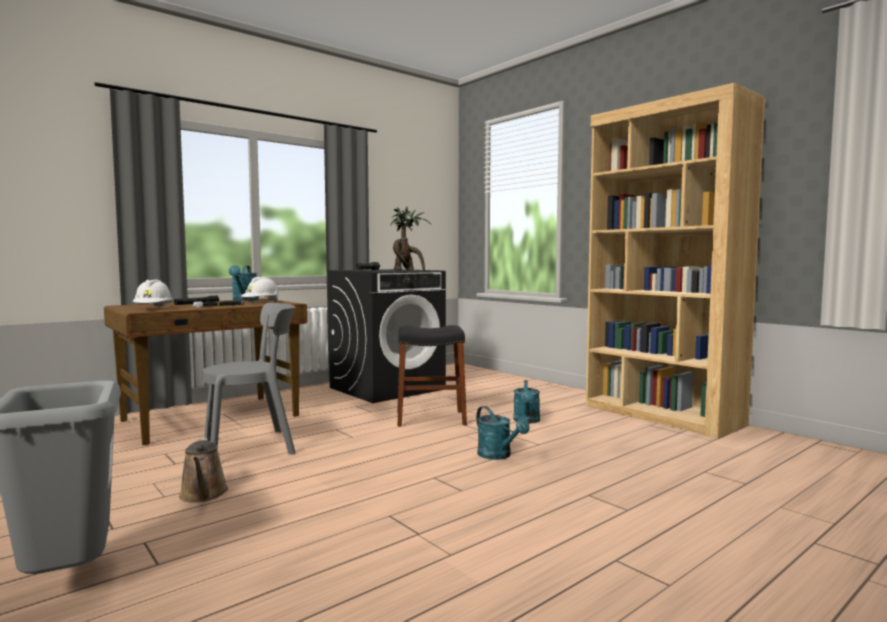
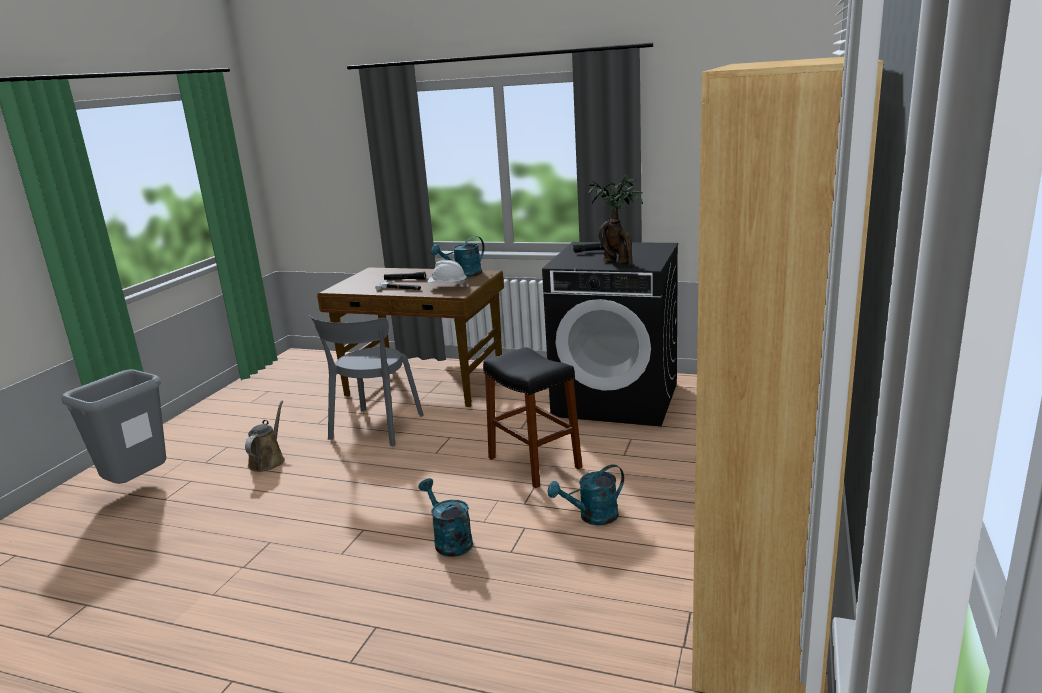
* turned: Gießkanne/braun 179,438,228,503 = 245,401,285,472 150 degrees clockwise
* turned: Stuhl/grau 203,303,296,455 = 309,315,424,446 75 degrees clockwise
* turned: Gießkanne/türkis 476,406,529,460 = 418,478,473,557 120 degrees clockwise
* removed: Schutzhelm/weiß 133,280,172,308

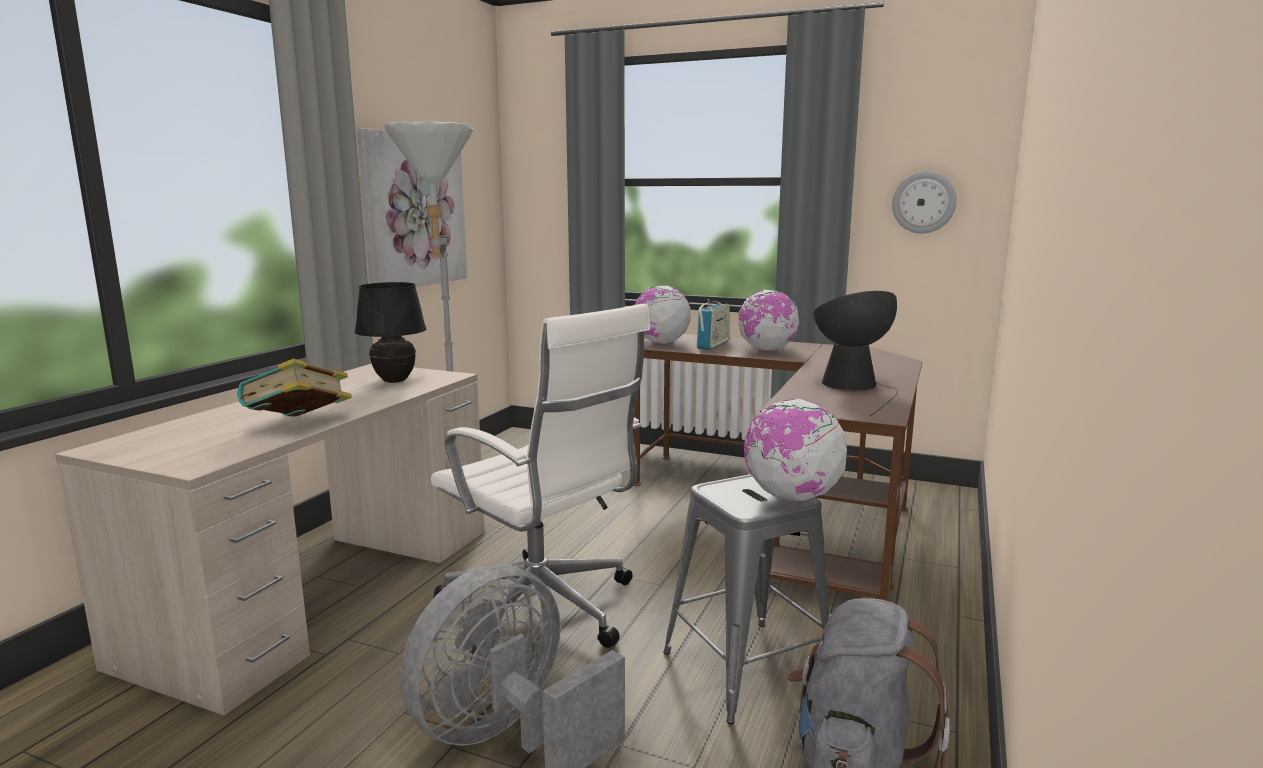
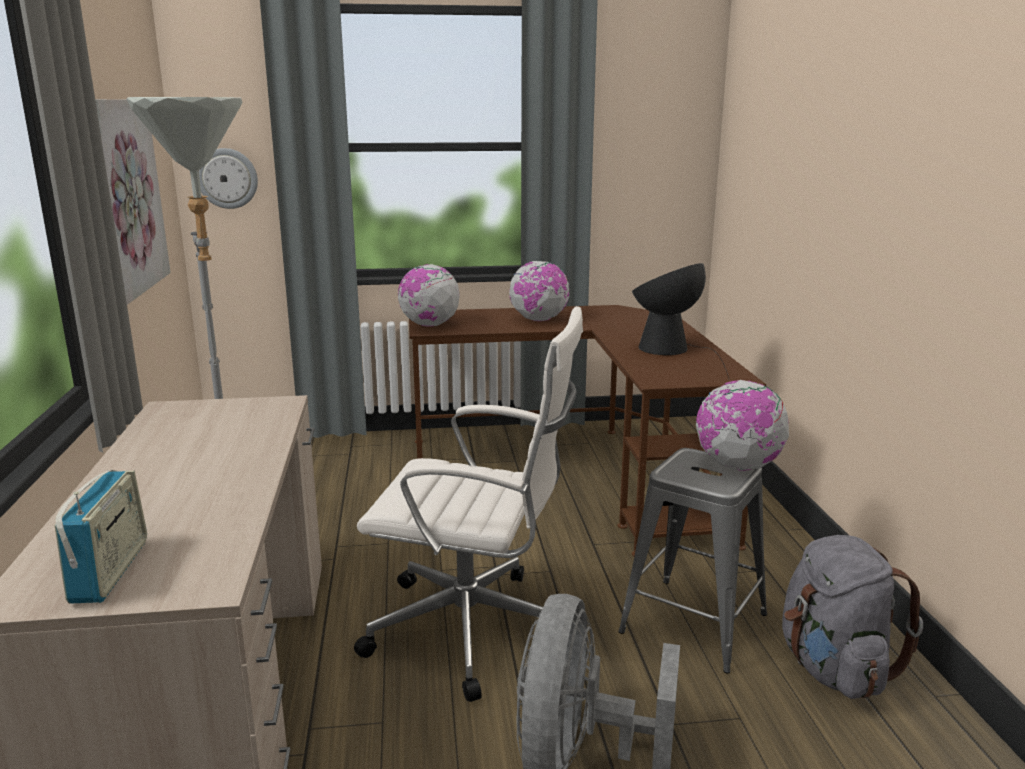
* moved: Radio 697,299,730,350 to 55,470,147,604
* moved: Wanduhr 892,171,957,233 to 199,148,258,209
* removed: Buch 238,358,352,417
* removed: Tischlampe/schwarz 355,282,426,383

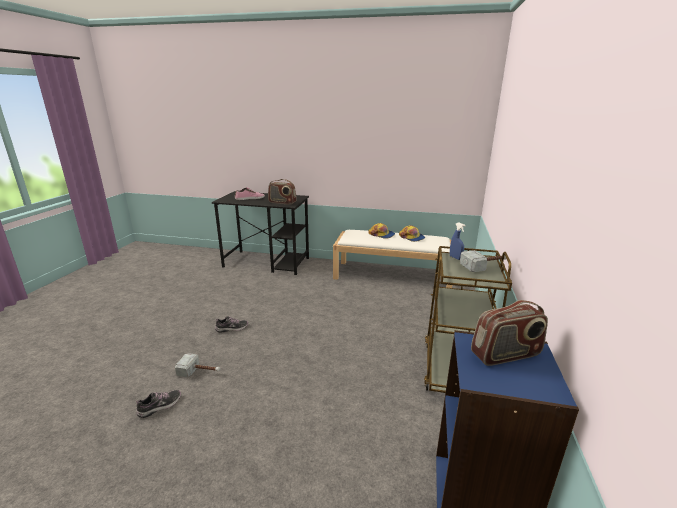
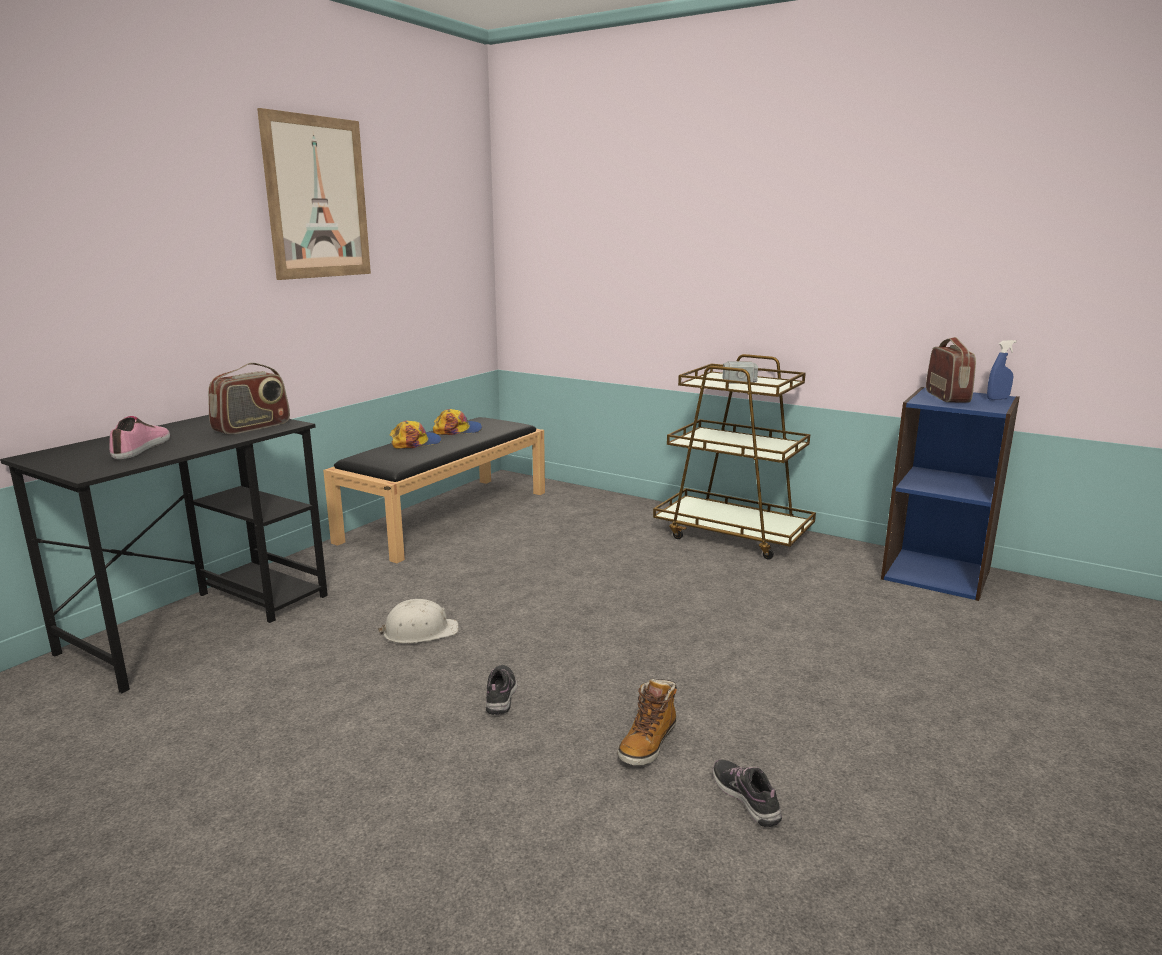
* added: Bild 257,108,371,280
* recoloured: Bank/weiß 333,230,452,288 to Bank/schwarz 323,417,545,563
* added: Schutzhelm/weiß 378,599,459,643
* replaced: Hammer 175,353,220,377 to Stiefel 618,679,677,766
* moved: Sprühflasche/blau 450,222,466,260 to 987,340,1017,400

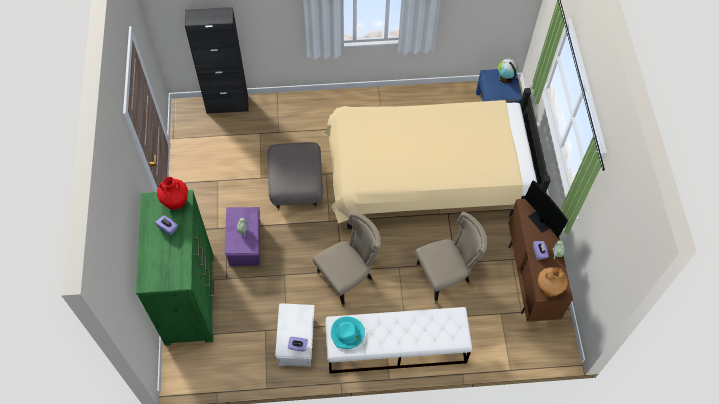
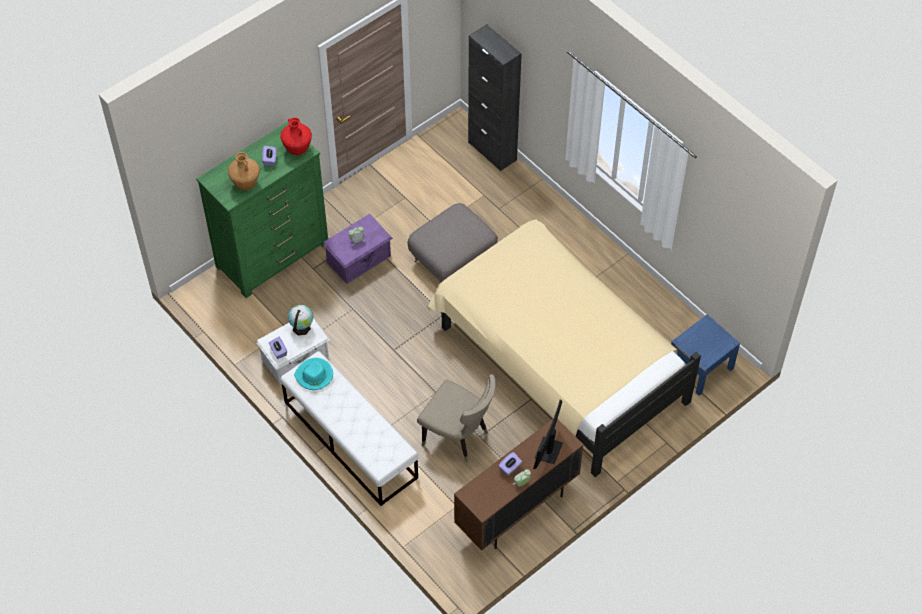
* moved: Vase/braun 538,267,568,297 to 228,152,260,190
* moved: Globus 498,59,518,84 to 288,305,313,336
* removed: Stuhl/beige 313,212,381,308

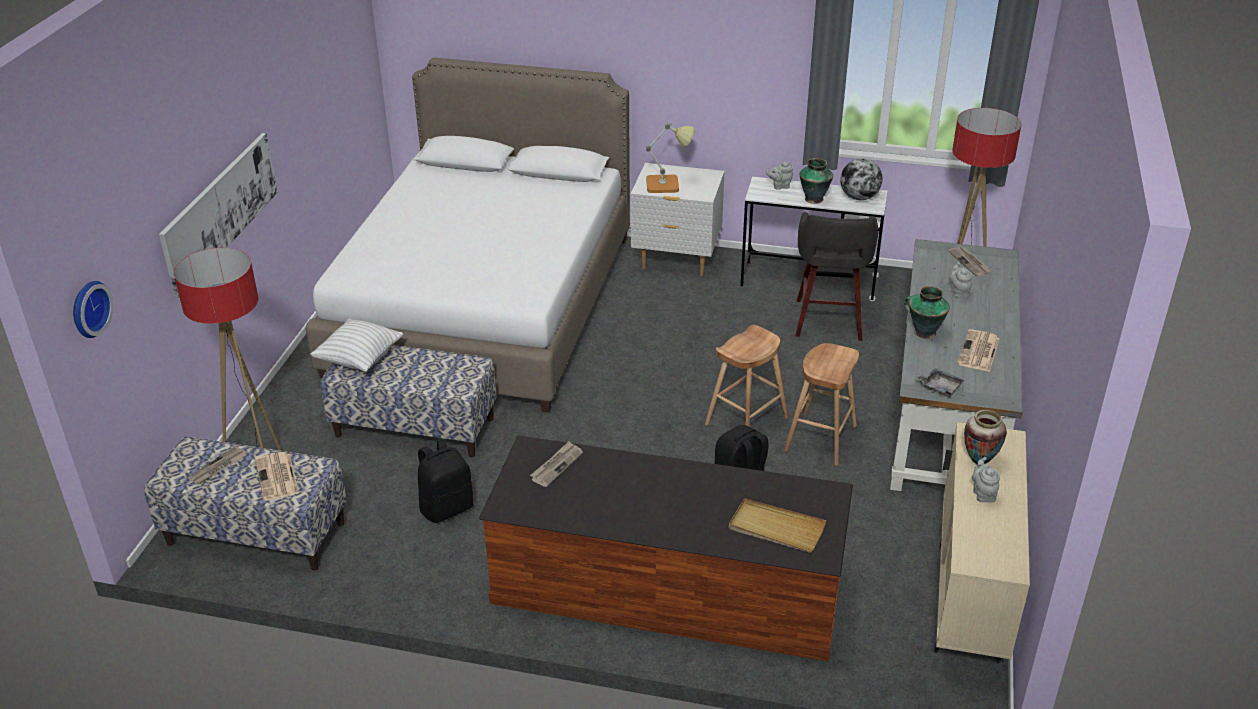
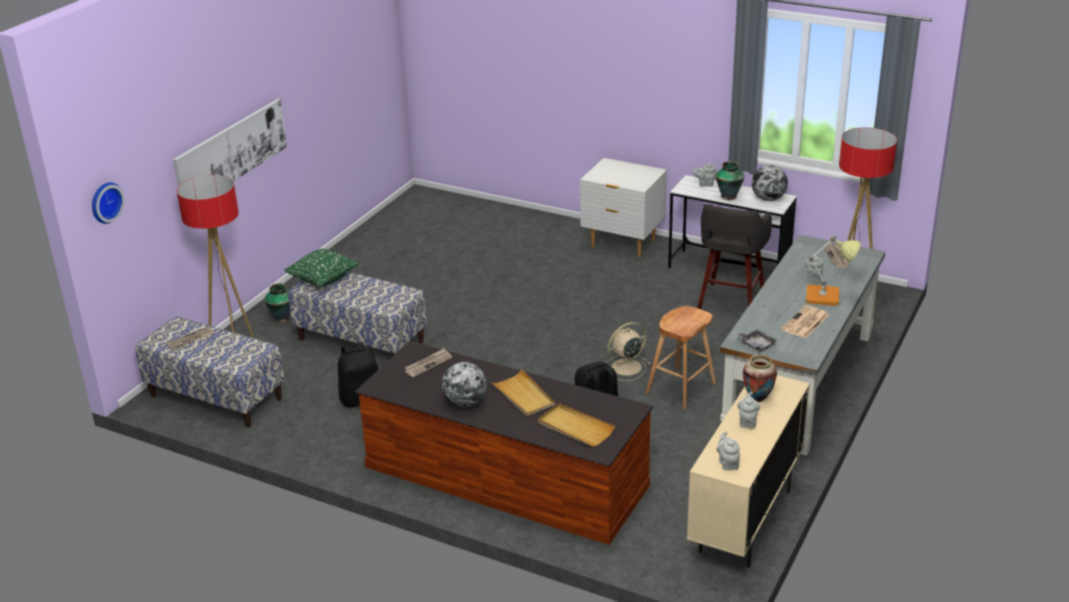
* moved: Vase 904,286,950,339 to 264,283,290,322
* recoloured: Kissen/weiß 310,319,403,372 to Kissen/grün 284,248,359,286
* added: Globus 442,362,487,407
* added: Tablett/beige 490,369,555,417
* replaced: Hocker/braun 705,325,788,426 to Ventilator/beige 605,322,651,381
* added: Teekanne/grau 716,431,740,470
* moved: Tischlampe 646,123,695,193 to 806,236,861,306
* removed: Zeitung 255,452,299,501
* removed: Bett/weiß 305,58,630,413

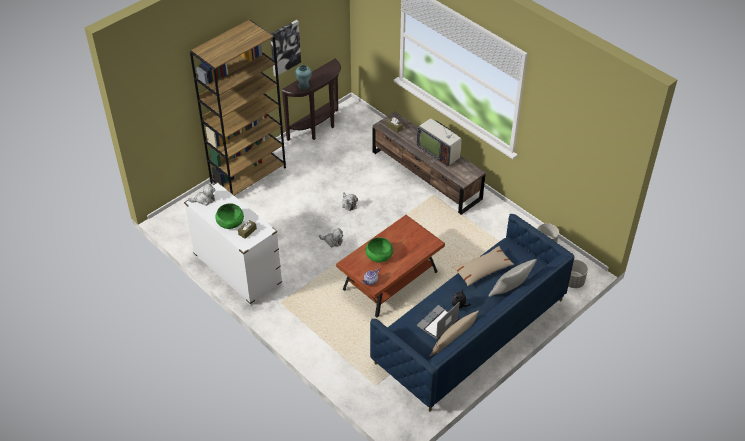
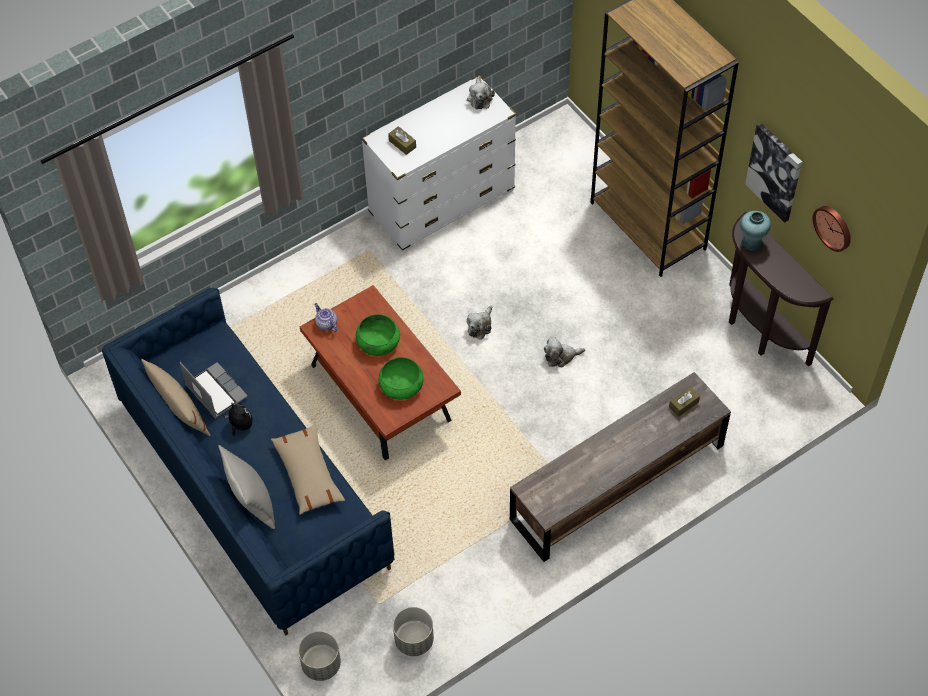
* moved: Schüssel/grün 215,203,244,229 to 379,357,424,400
* added: Wanduhr 813,206,851,252
* removed: Fernseher 417,114,462,167

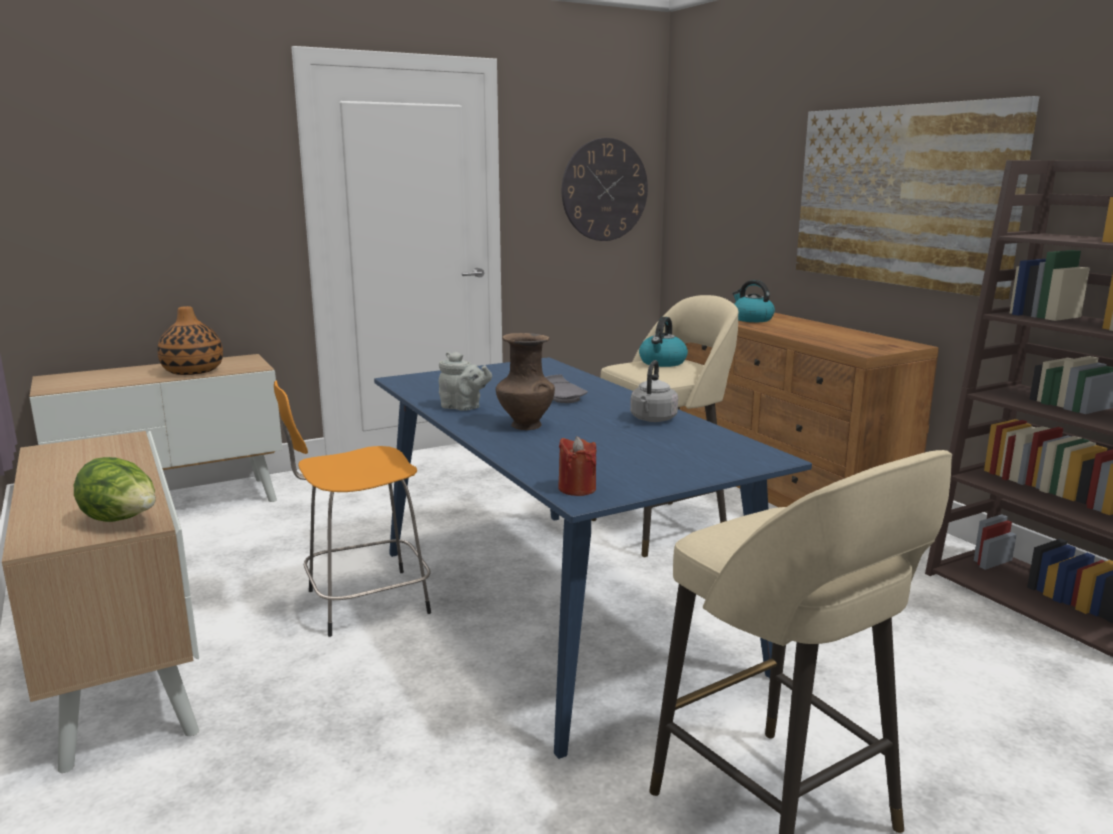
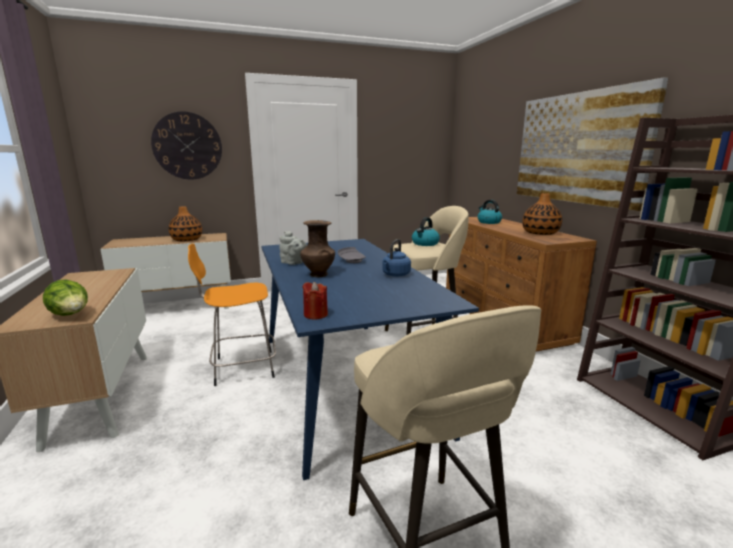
* moved: Wanduhr 562,138,648,241 to 151,111,222,180
* recoloured: Wasserkessel/grau 630,360,678,422 to Wasserkessel/blau 382,239,411,277
* added: Vase 522,193,562,235

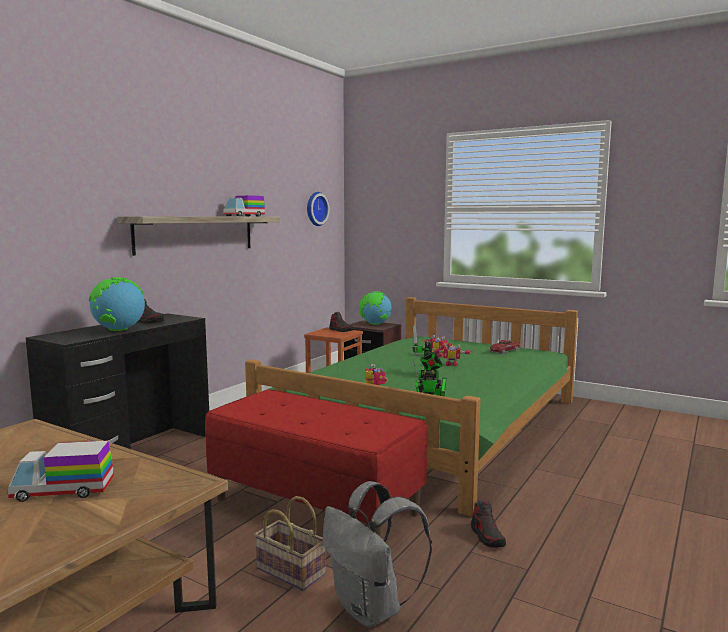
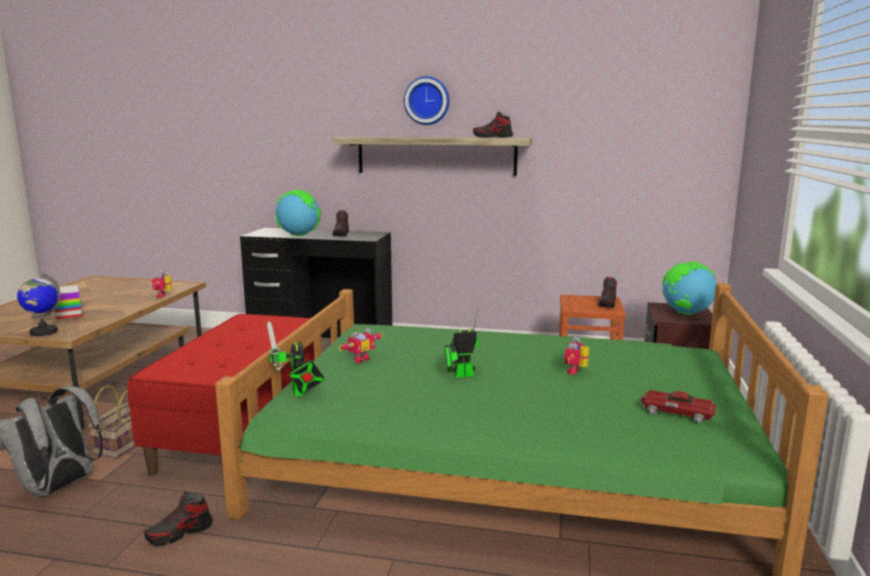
* added: Globus 17,273,61,336
* moved: Spielzeugroboter 432,343,472,366 to 152,270,172,298
* moved: Wanduhr 307,192,330,226 to 404,76,450,125
* replaced: Spielzeuglaster 223,195,265,216 to Schuh 473,112,513,138

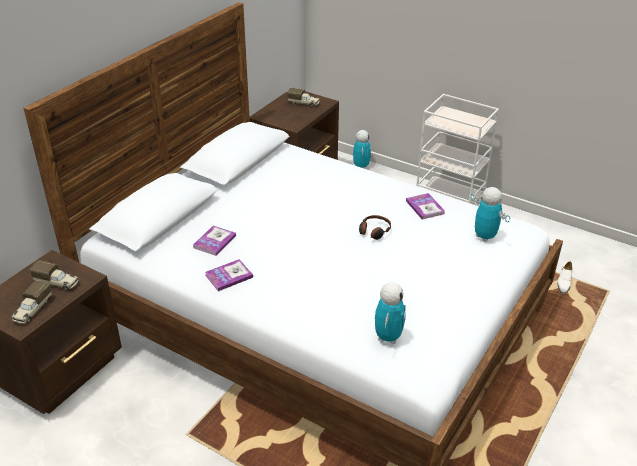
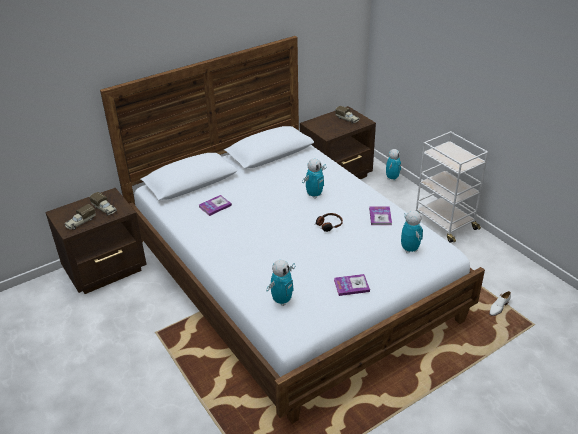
* added: Spielzeugroboter 302,158,326,199
* moved: Buch 205,259,253,291 to 334,274,370,296

